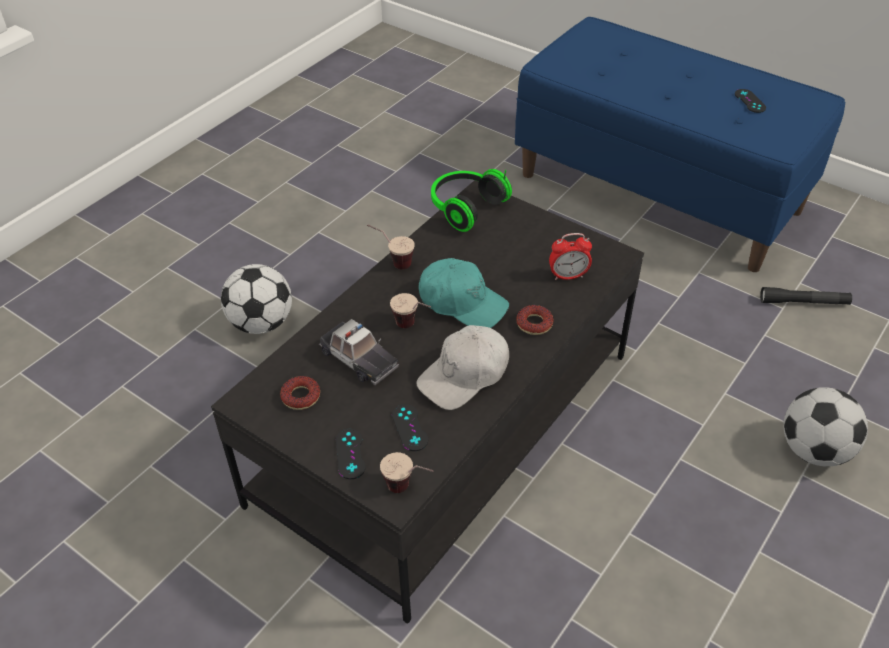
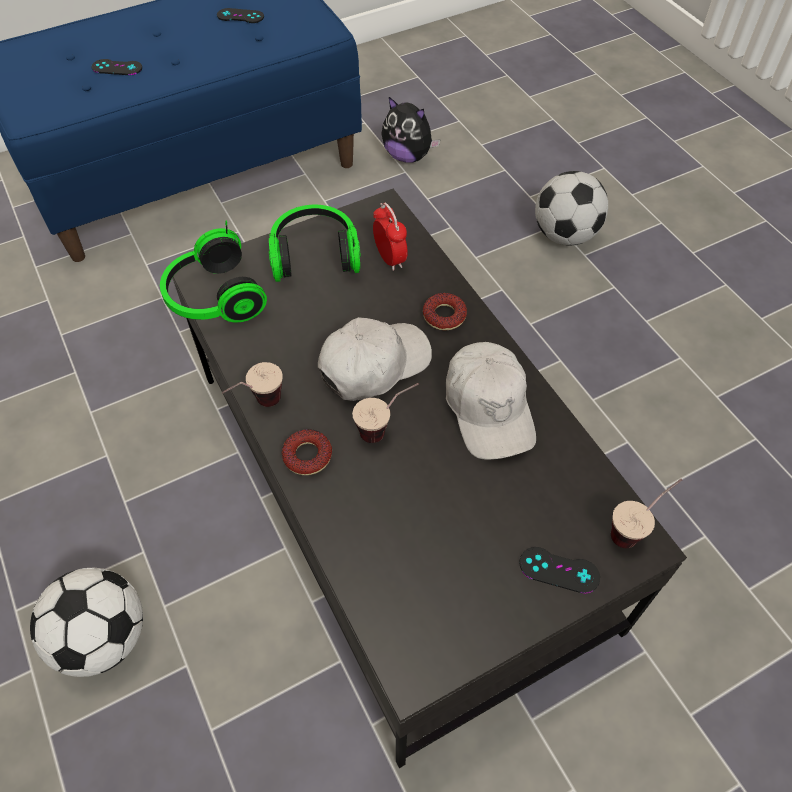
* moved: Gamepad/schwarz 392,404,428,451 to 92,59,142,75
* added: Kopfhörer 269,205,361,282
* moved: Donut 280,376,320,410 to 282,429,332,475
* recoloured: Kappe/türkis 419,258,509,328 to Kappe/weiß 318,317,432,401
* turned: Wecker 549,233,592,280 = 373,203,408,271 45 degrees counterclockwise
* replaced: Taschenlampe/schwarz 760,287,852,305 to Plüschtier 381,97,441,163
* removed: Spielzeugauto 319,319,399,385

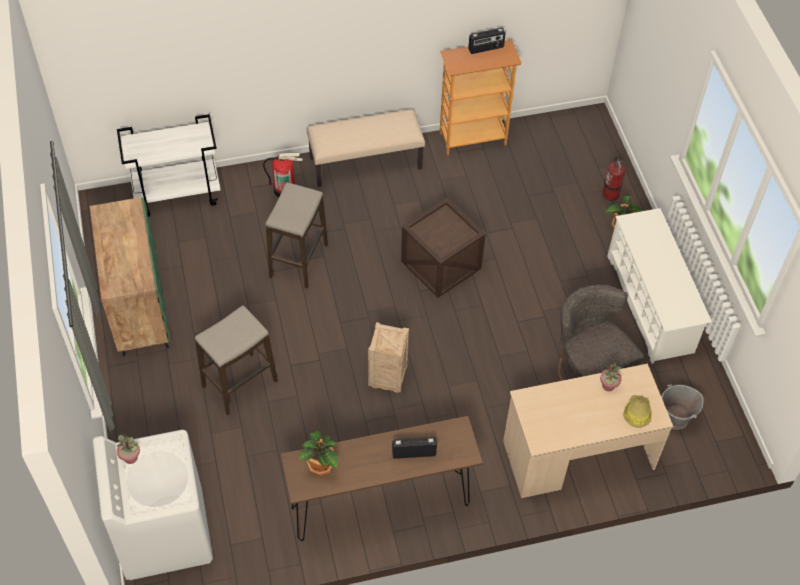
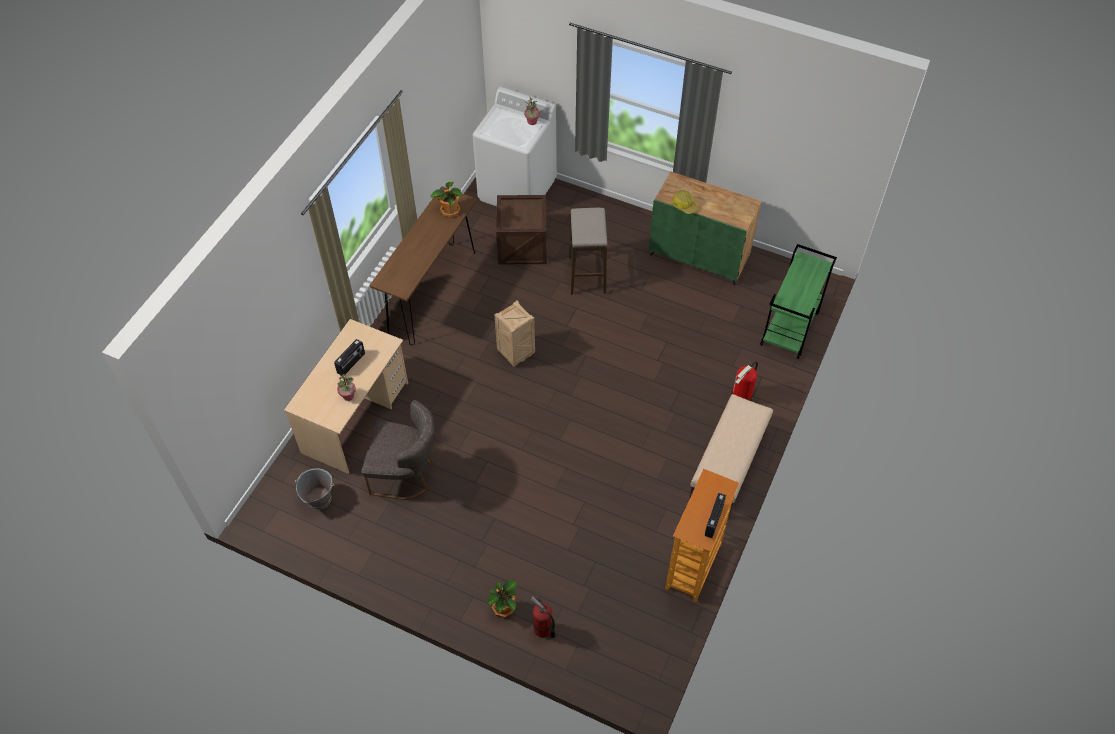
* moved: Radio 392,437,437,459 to 334,339,365,376
* moved: Kiste 401,198,485,298 to 496,195,547,265
* moved: Schutzhelm 623,395,652,428 to 672,190,698,214
* recoloured: Rollwagen/weiß 117,114,221,217 to Rollwagen/grün 760,244,837,359
* removed: Hocker 266,183,328,288
* removed: Schuhregal/weiß 607,208,712,364

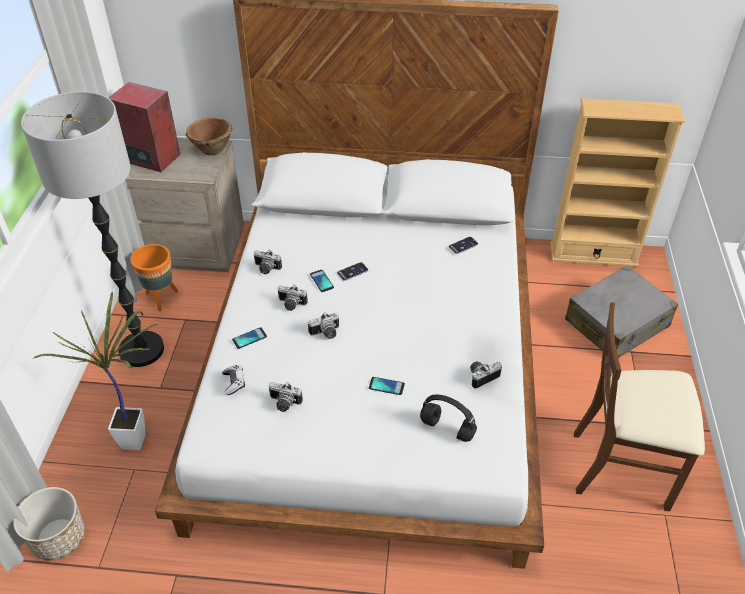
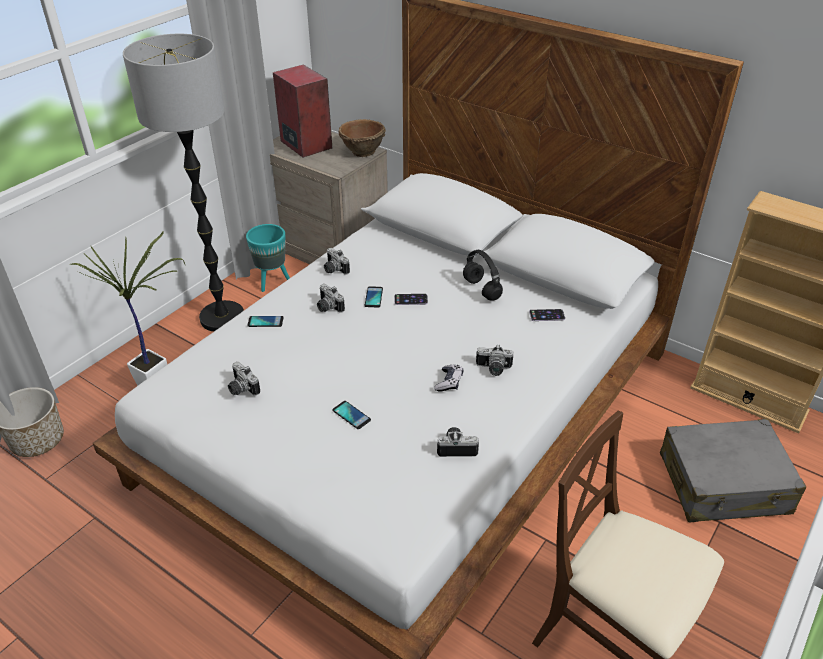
* recoloured: Pflanzkübel/orange 130,244,178,311 to Pflanzkübel/türkis 246,224,290,292
* moved: Gamepad 222,365,245,395 to 434,365,463,392
* moved: Kopfhörer/schwarz 420,395,477,442 to 463,250,503,301
* moved: Kamera 308,312,339,339 to 476,345,513,376

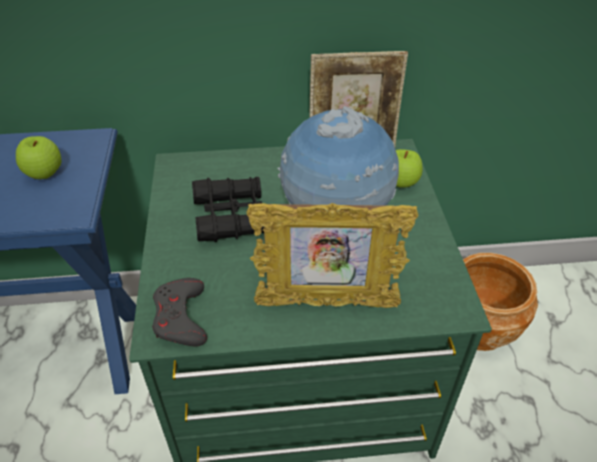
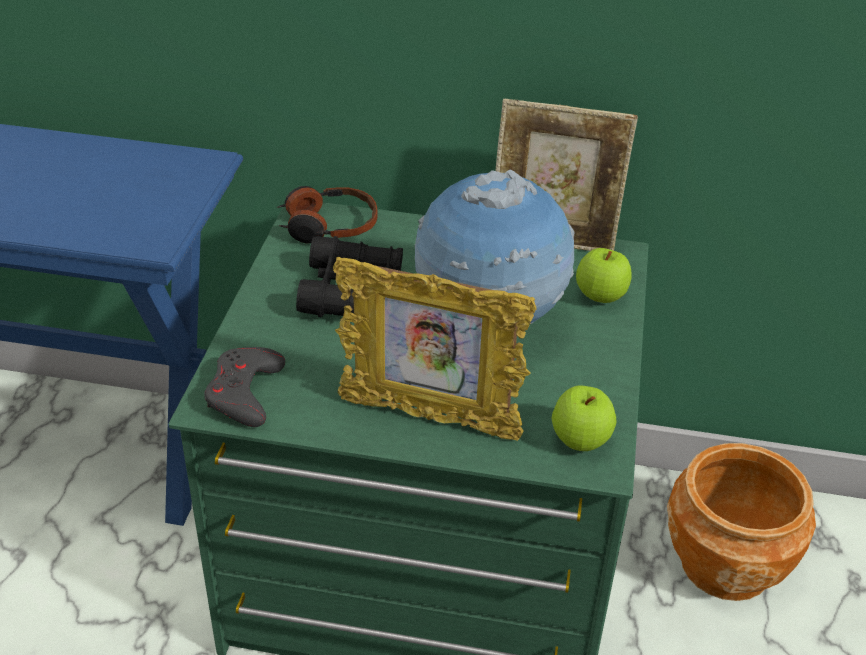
* added: Kopfhörer 277,186,378,243
* moved: Apfel 16,136,62,179 to 552,386,617,451

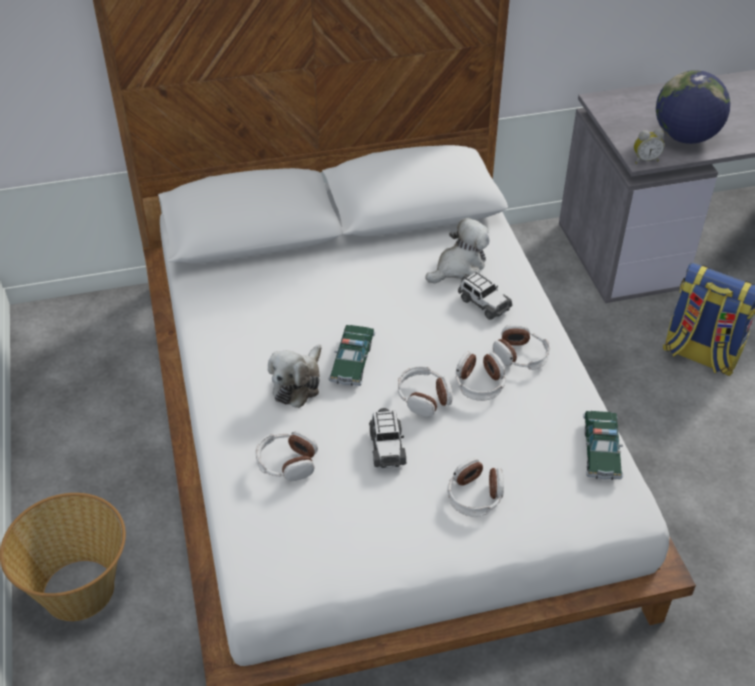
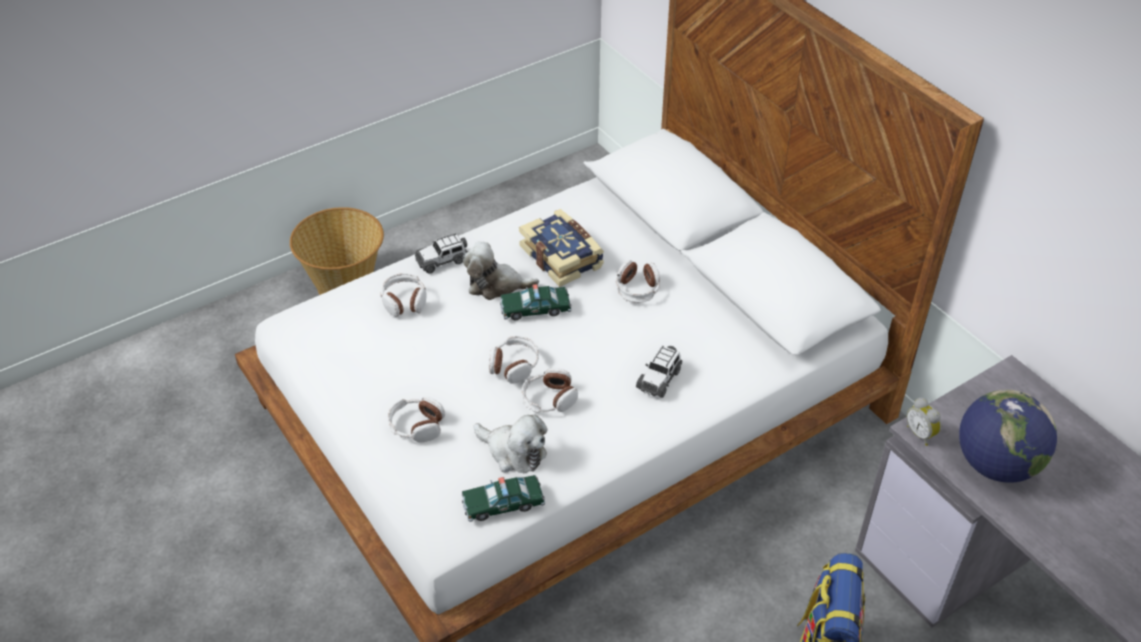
* moved: Spielzeugauto 369,408,406,468 to 415,233,468,274
* moved: Plüschtier 425,218,490,283 to 473,414,548,474
* added: Buch 519,209,604,287
* moved: Kopfhörer 493,324,550,370 to 616,260,660,303

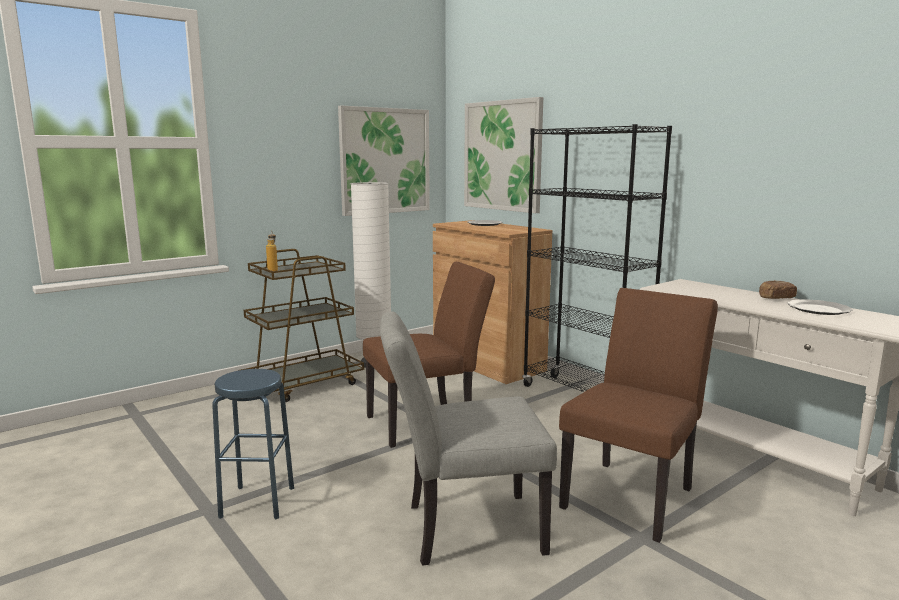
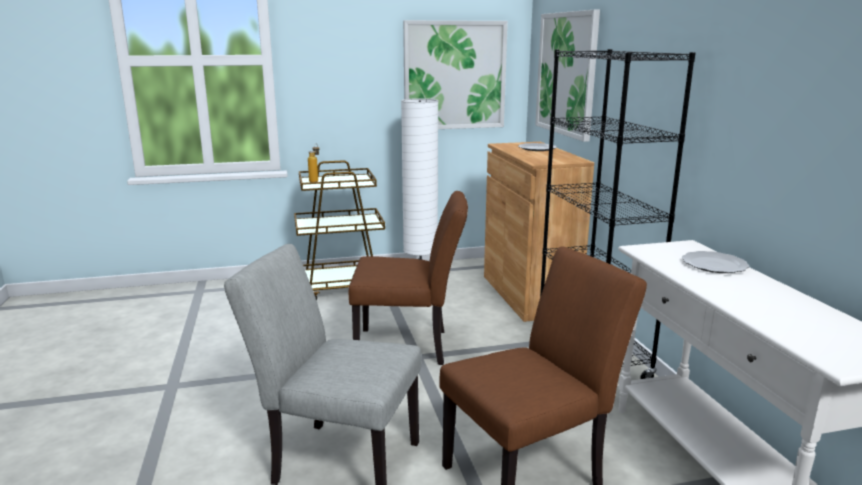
* moved: Teller 787,299,853,315 to 682,251,749,273
* removed: Hocker/blau 212,369,294,519
* removed: Brot 759,280,797,299

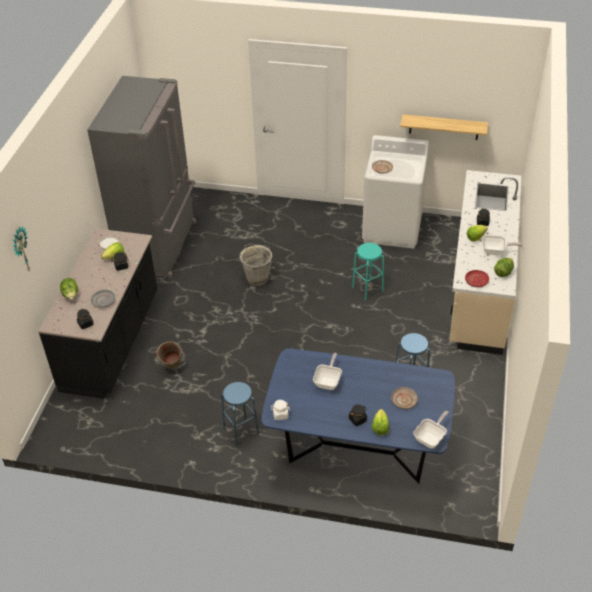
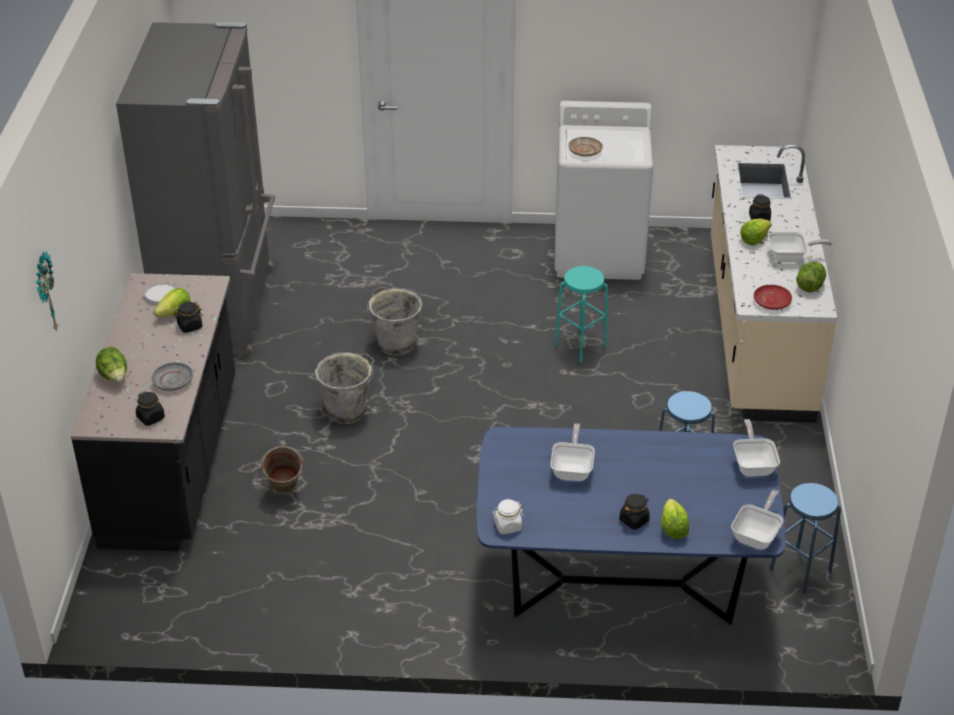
* added: Eimer/grau 315,352,374,424
* added: Pfanne 733,419,780,476
* moved: Hocker/blau 221,382,259,446 to 770,483,841,594
* removed: Teller/beige 391,387,418,409
* removed: Wandregal 400,114,488,140

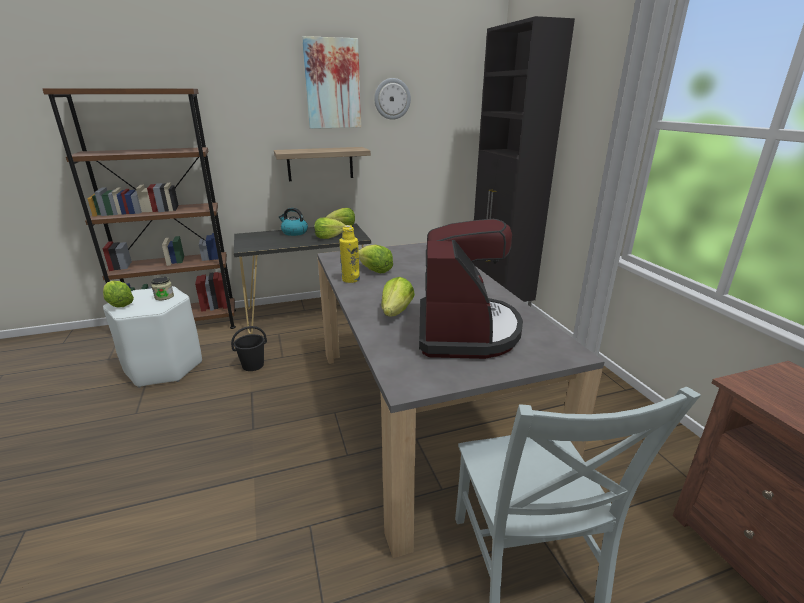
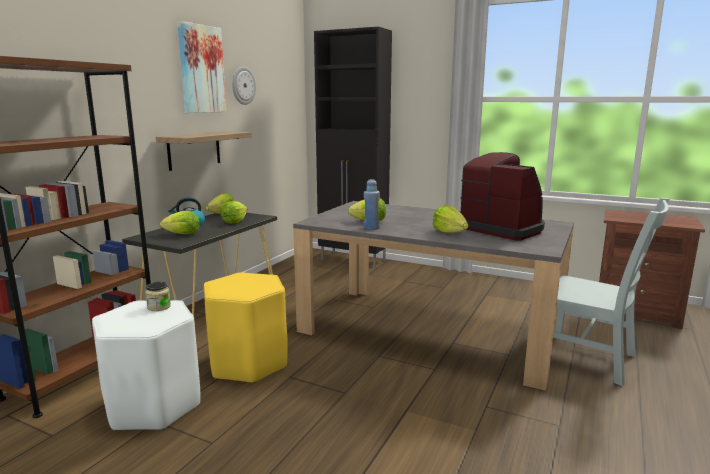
* moved: Salatkopf 103,281,134,308 to 160,211,200,234
* replaced: Eimer/schwarz 231,326,267,371 to Hocker/gelb 204,272,288,383
* recoloured: Flasche/gelb 339,225,360,283 to Flasche/blau 364,180,380,230

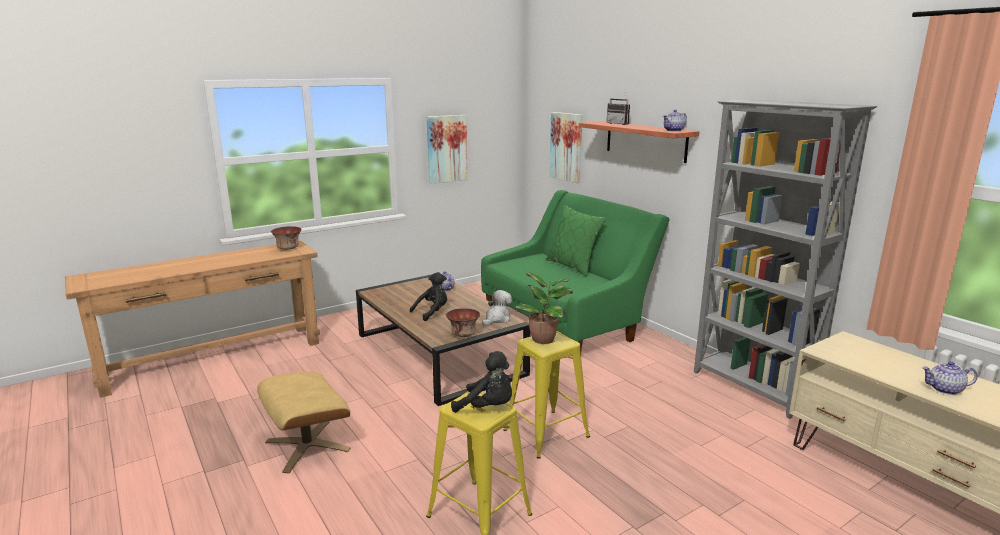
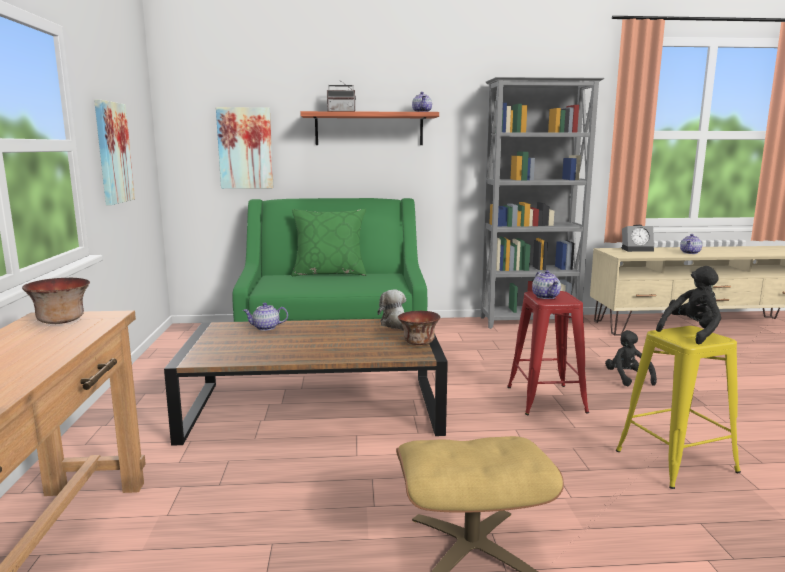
* recoloured: Hocker/gelb 504,331,590,459 to Hocker/rot 507,291,589,415
* replaced: Topfpflanze 515,272,573,344 to Teekanne 532,270,561,299
* moved: Plüschtier/schwarz 410,272,447,321 to 605,330,657,386
* added: Wecker 621,225,654,252

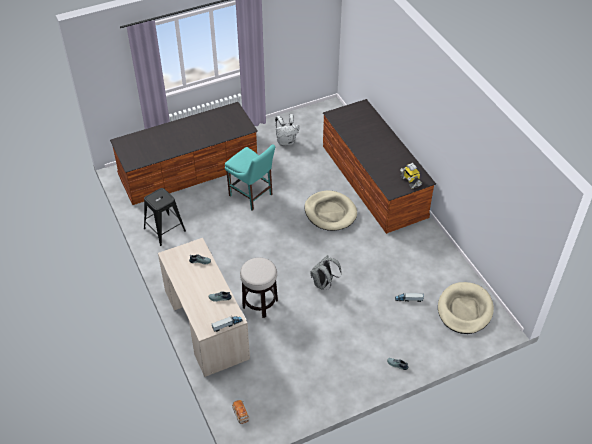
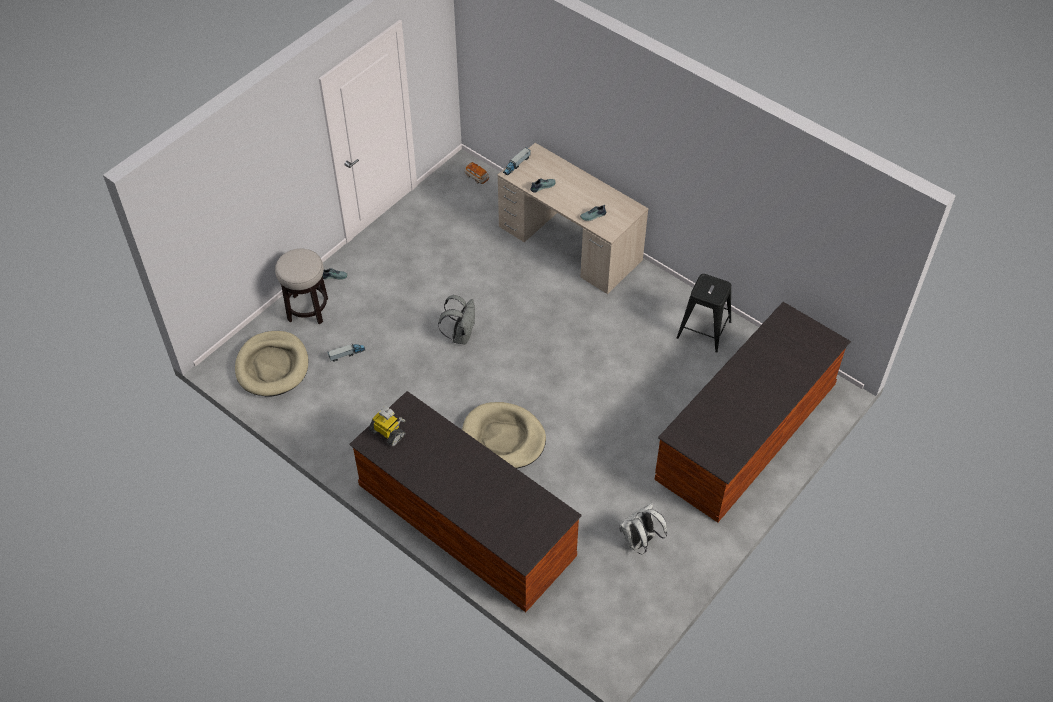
* moved: Hocker 240,258,278,318 to 275,249,328,324
* removed: Stuhl/türkis 225,144,275,211

